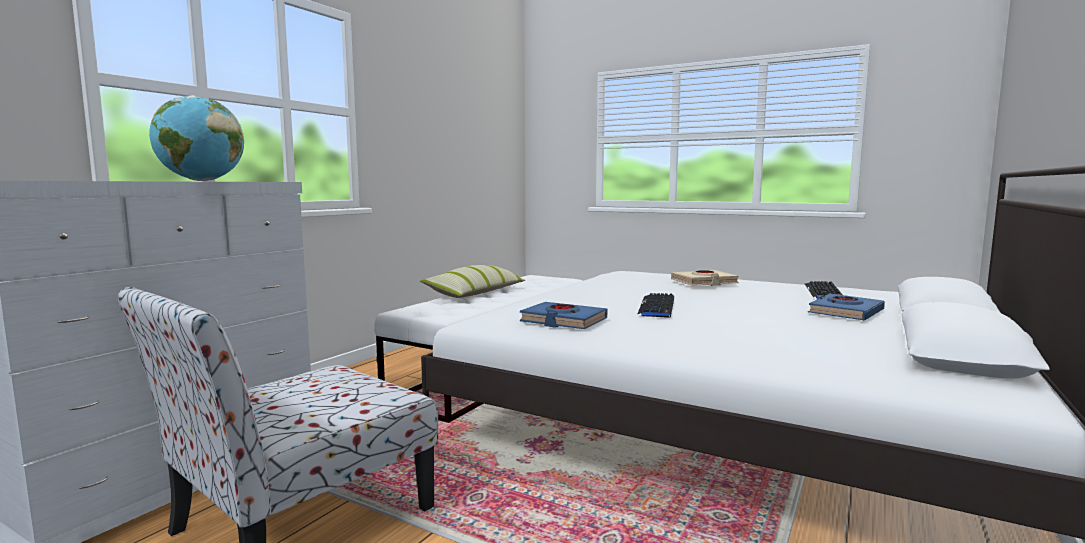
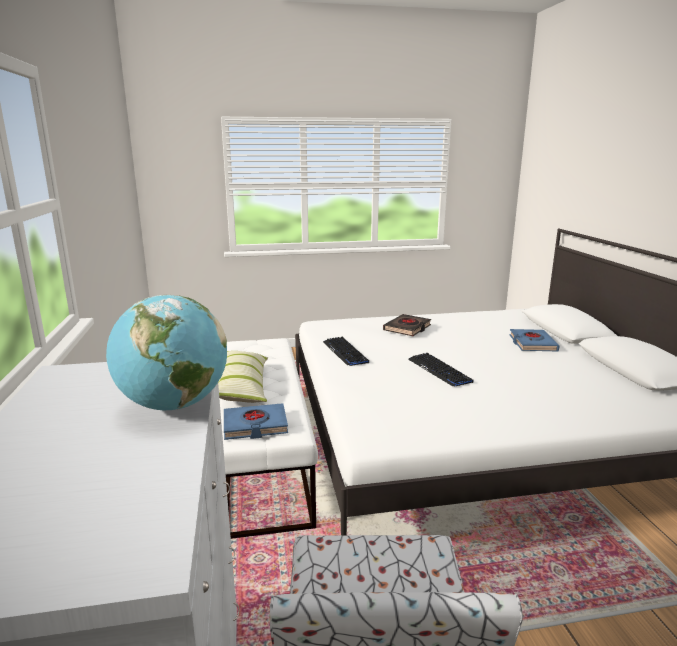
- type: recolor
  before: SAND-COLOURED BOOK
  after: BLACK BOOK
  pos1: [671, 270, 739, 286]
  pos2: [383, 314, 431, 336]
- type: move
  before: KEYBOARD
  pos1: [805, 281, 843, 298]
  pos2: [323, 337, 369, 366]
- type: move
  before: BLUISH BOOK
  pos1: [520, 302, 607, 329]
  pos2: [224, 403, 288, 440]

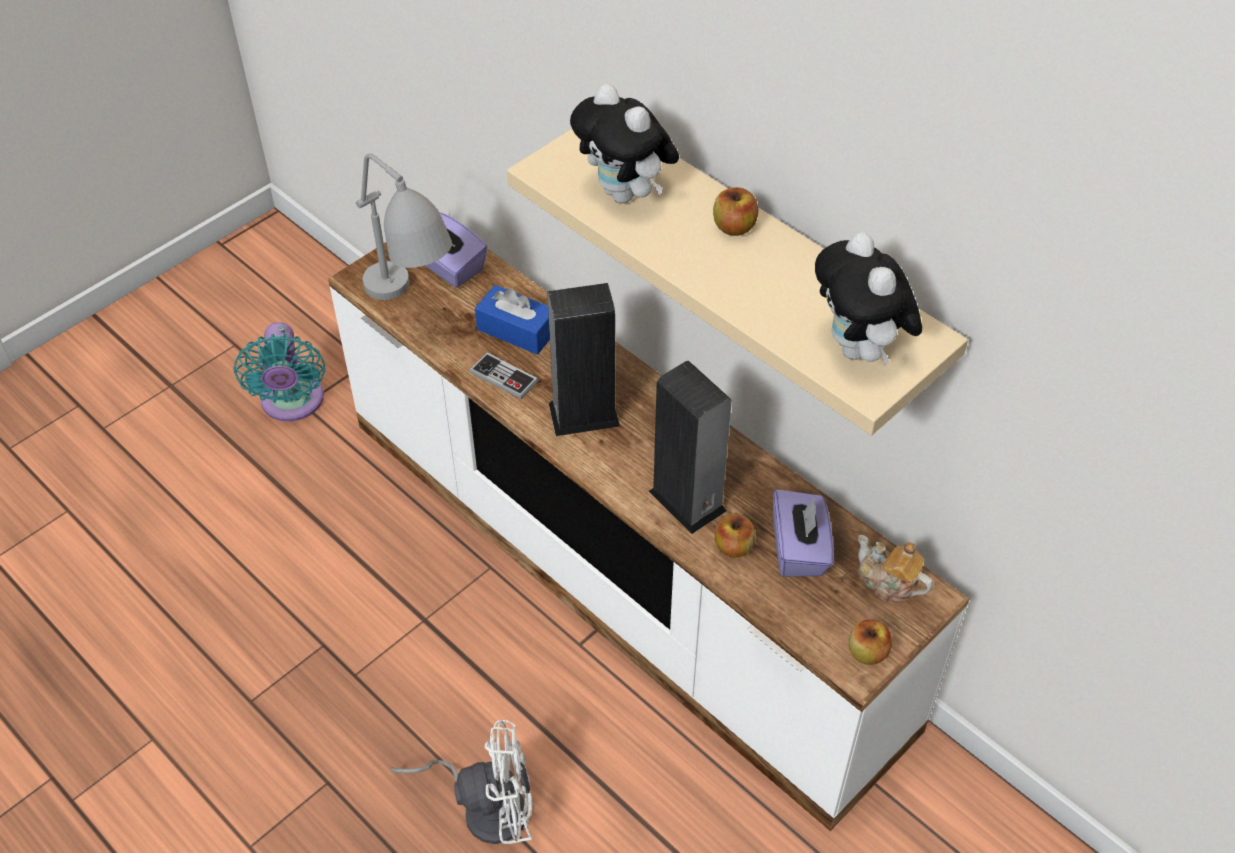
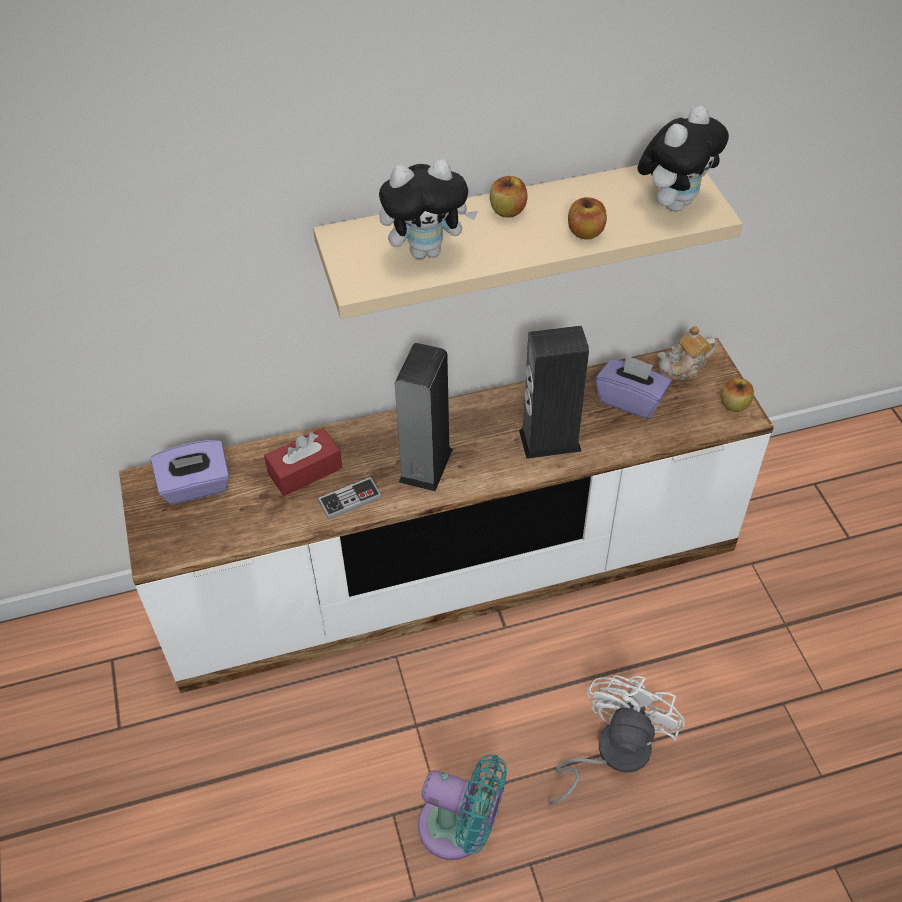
- type: delete
  before: GRAY TABLETOP LAMP
  pos1: [356, 154, 452, 300]
- type: rotate
  before: CUDDLY TOY
  pos1: [815, 233, 922, 366]
  pos2: [638, 106, 729, 211]
  turn: -60
- type: recolor
  before: BLUISH TISSUE BOX
  after: REDDISH TISSUE BOX
  pos1: [475, 285, 550, 355]
  pos2: [264, 428, 343, 496]
- type: move
  before: BLUE-GREEN FAN
  pos1: [234, 322, 325, 422]
  pos2: [418, 755, 507, 860]
- type: move
  before: WHOLE APPLE
  pos1: [715, 514, 755, 558]
  pos2: [568, 197, 607, 240]

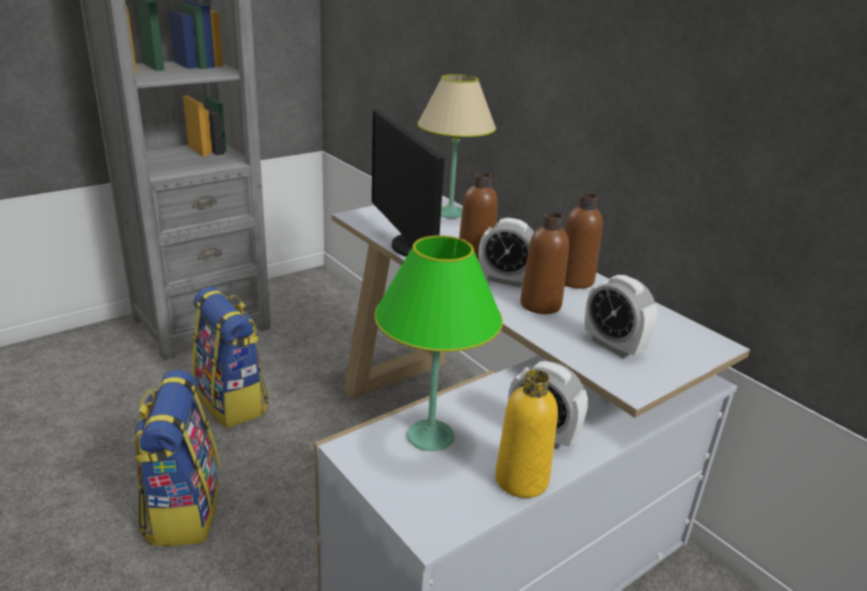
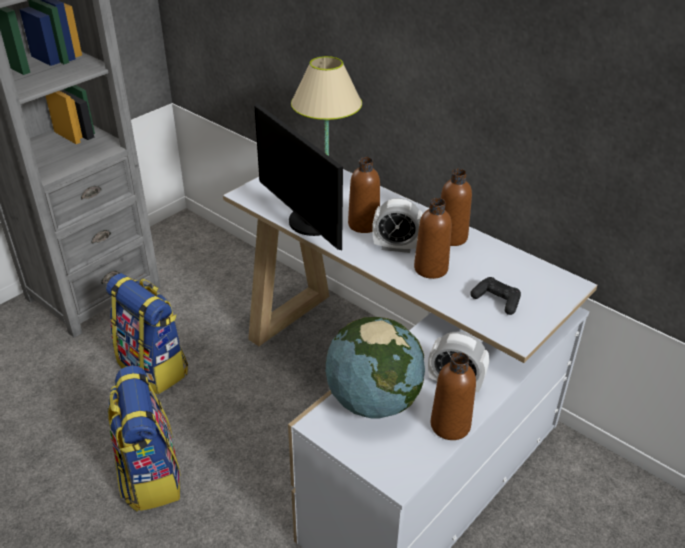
- type: replace
  before: GREEN-COLOURED TABLETOP LAMP
  after: DESK GLOBE
  pos1: [375, 235, 503, 451]
  pos2: [326, 317, 425, 419]
- type: replace
  before: BEDSIDE CLOCK
  after: BLACK GAME CONTROLLER
  pos1: [585, 275, 658, 358]
  pos2: [470, 277, 521, 315]
- type: recolor
  before: YELLOW DRINK BOTTLE
  after: BROWN DRINK BOTTLE
  pos1: [495, 370, 558, 498]
  pos2: [431, 352, 476, 440]

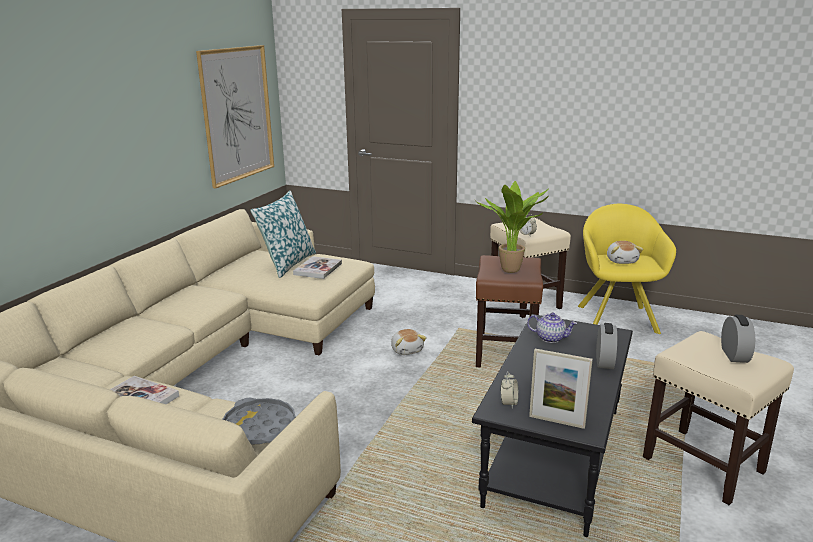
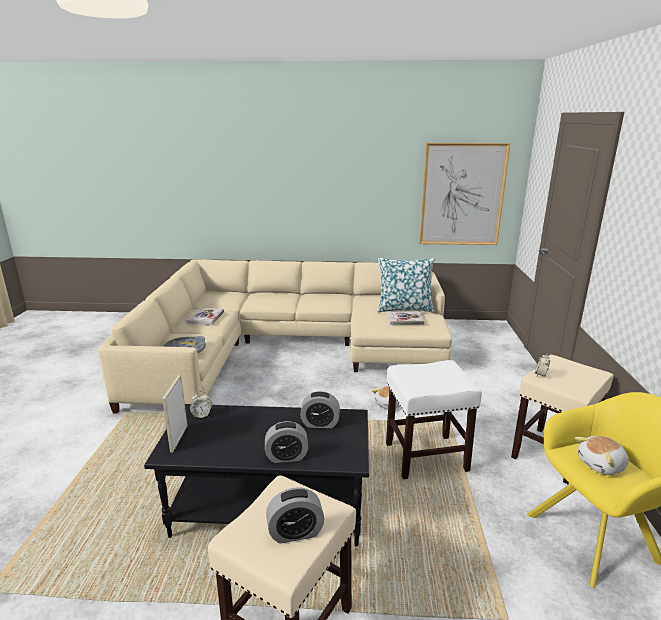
- type: delete
  before: PLANT IN A POT
  pos1: [476, 181, 549, 273]
- type: recolor
  before: BROWN SITTING STOOL
  after: WHITISH SITTING STOOL
  pos1: [476, 255, 543, 368]
  pos2: [386, 360, 482, 479]
- type: replace
  before: POT FOR TEA
  after: BEDSIDE CLOCK
  pos1: [527, 312, 577, 343]
  pos2: [300, 391, 340, 428]

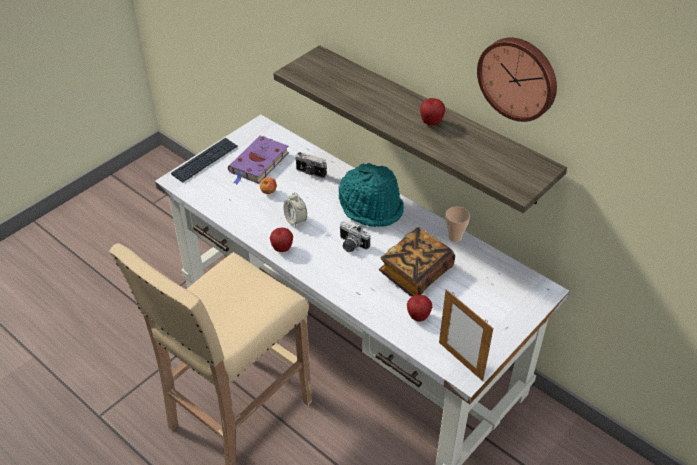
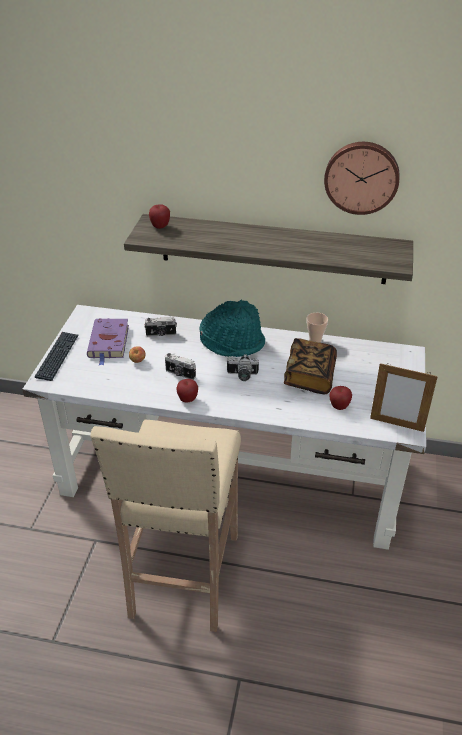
- type: move
  before: WHOLE APPLE
  pos1: [420, 98, 445, 126]
  pos2: [149, 204, 170, 229]
- type: replace
  before: BEDSIDE CLOCK
  after: PHOTO CAMERA
  pos1: [283, 192, 307, 227]
  pos2: [165, 353, 196, 380]

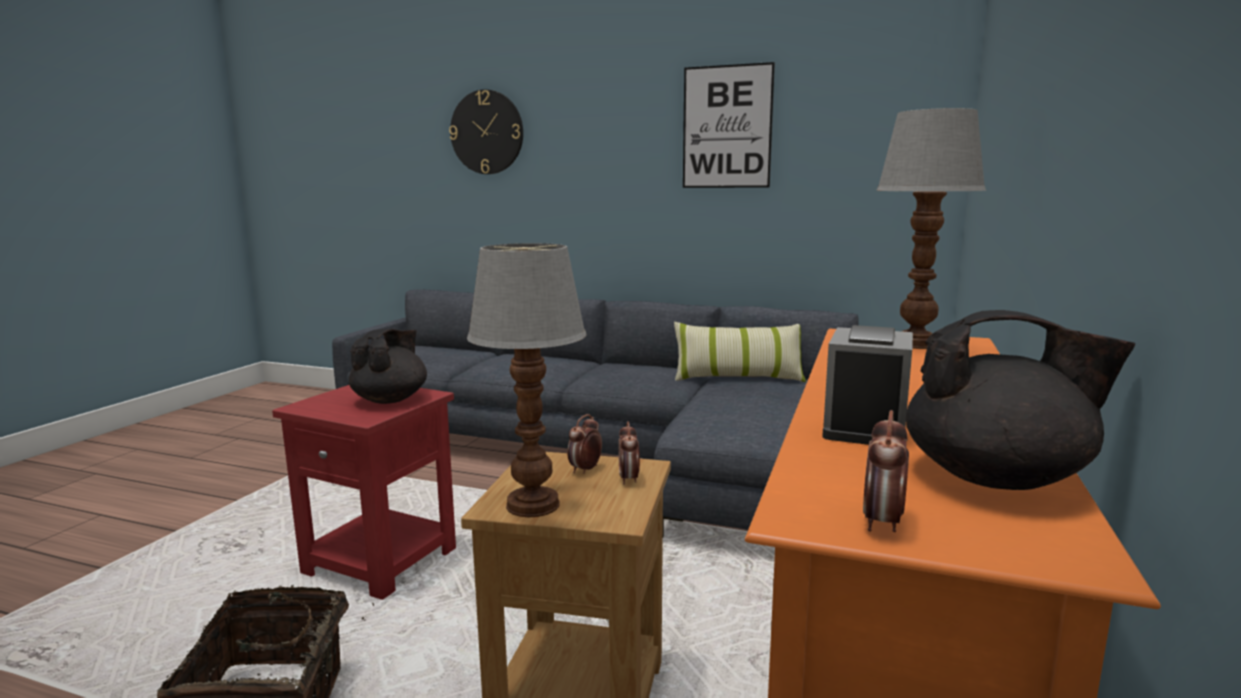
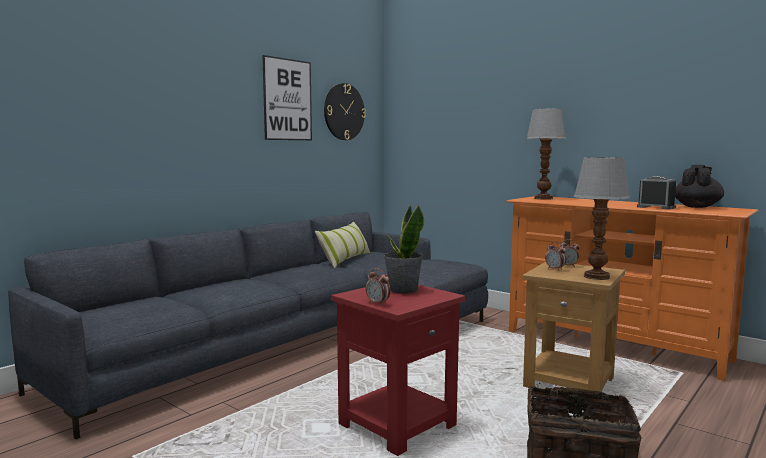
- type: move
  before: WALL CLOCK
  pos1: [449, 89, 523, 174]
  pos2: [324, 83, 366, 140]
- type: replace
  before: BLACK POT FOR TEA
  after: PLANT IN A POT
  pos1: [349, 329, 427, 404]
  pos2: [384, 204, 424, 294]
- type: move
  before: BEDSIDE CLOCK
  pos1: [863, 410, 909, 532]
  pos2: [366, 268, 391, 306]

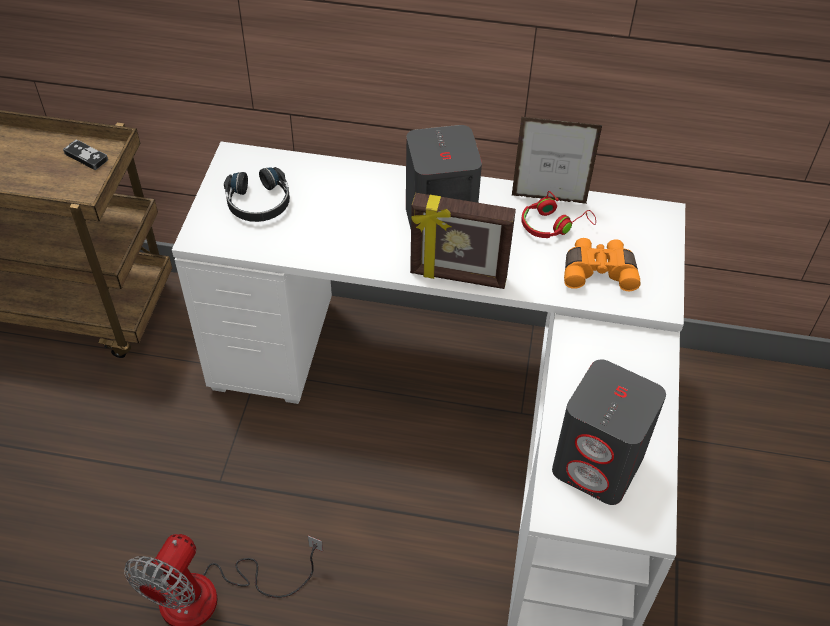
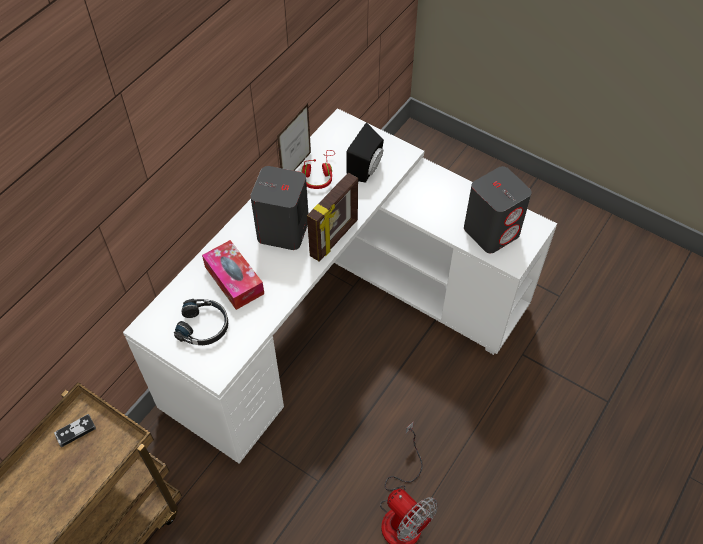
- type: replace
  before: ORANGE-COLOURED PAIR OF BINOCULARS
  after: BLACK LOUDSPEAKER
  pos1: [564, 238, 640, 291]
  pos2: [346, 122, 384, 183]
- type: insert
  after: TISSUE BOX
  pos2: [202, 240, 264, 310]

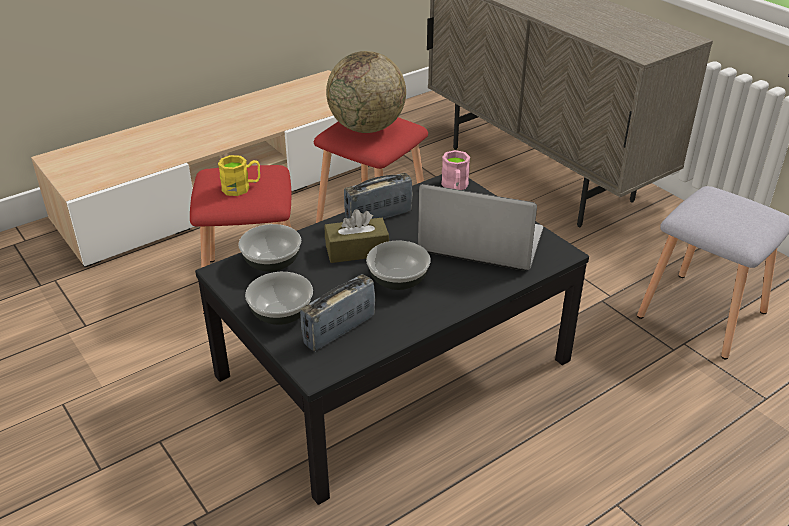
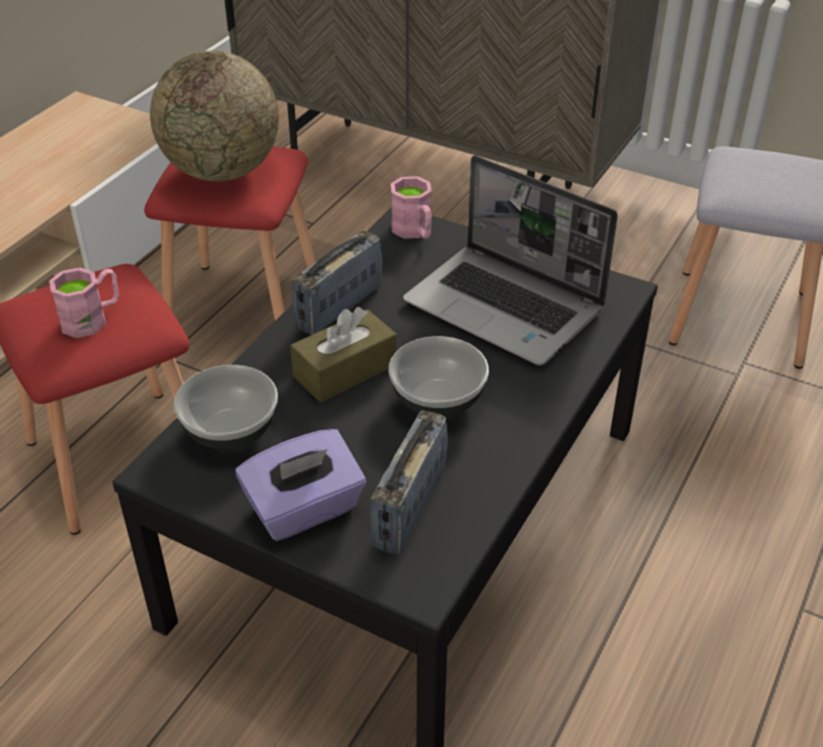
- type: recolor
  before: YELLOW COFFEE MUG
  after: PINK-COLOURED COFFEE MUG
  pos1: [218, 155, 260, 196]
  pos2: [49, 268, 119, 338]
- type: rotate
  before: LAPTOP
  pos1: [418, 184, 543, 270]
  pos2: [403, 155, 618, 366]
  turn: -135
- type: replace
  before: BOWL
  after: PURPLISH TISSUE BOX
  pos1: [245, 272, 313, 325]
  pos2: [235, 429, 366, 541]

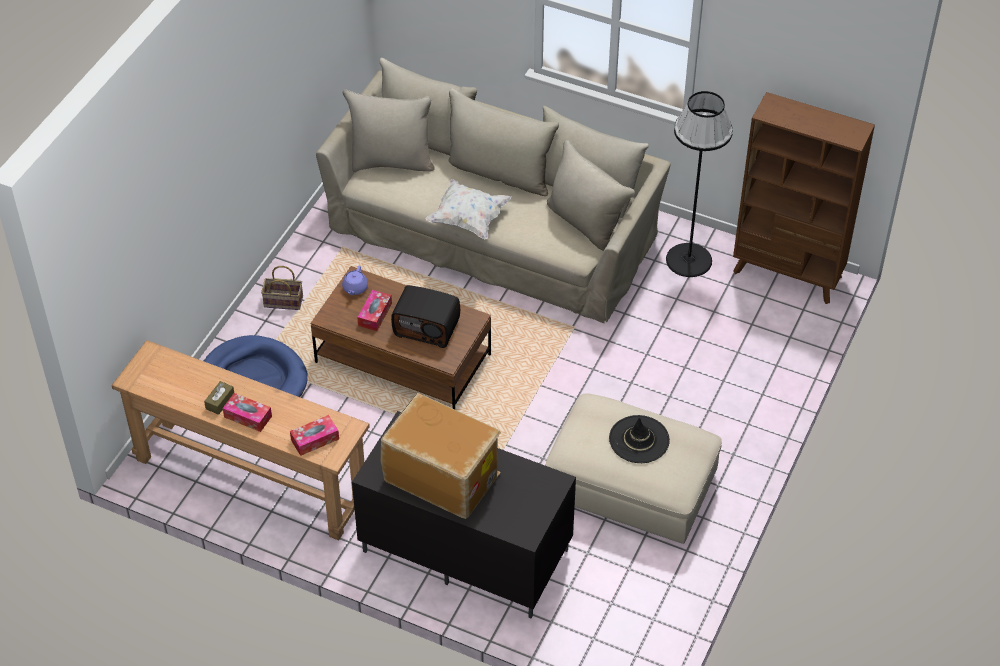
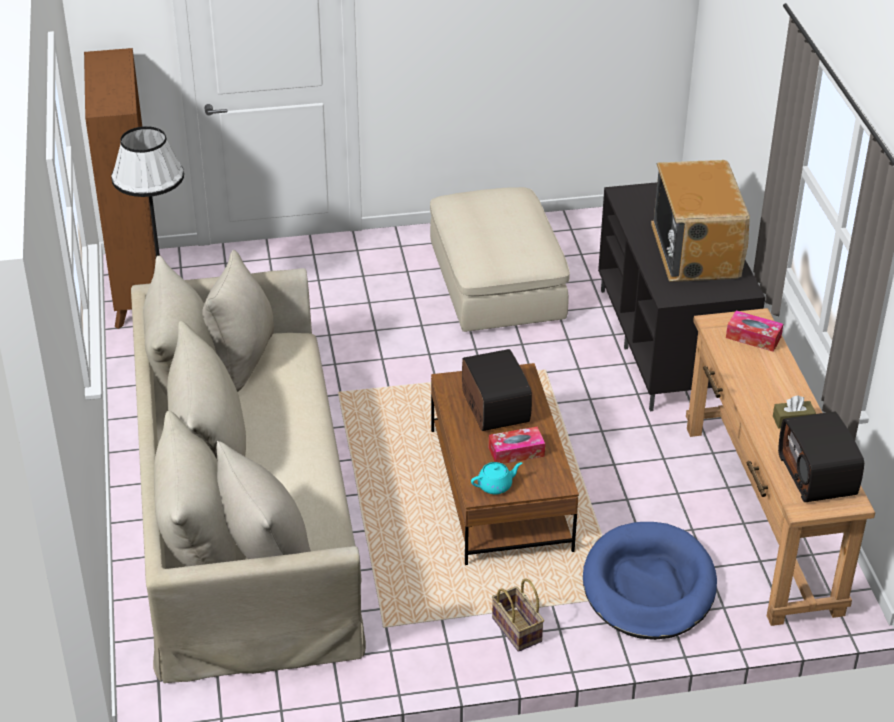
- type: delete
  before: WHITISH CUSHION
  pos1: [426, 179, 512, 240]
- type: recolor
  before: PURPLISH POT FOR TEA
  after: BLUE-GREEN POT FOR TEA
  pos1: [342, 266, 368, 295]
  pos2: [471, 462, 522, 494]
- type: delete
  before: TISSUE BOX
  pos1: [223, 393, 272, 432]
- type: delete
  before: BLACK HAT
  pos1: [609, 415, 670, 463]
- type: insert
  after: RADIO SET
  pos2: [778, 411, 864, 502]

